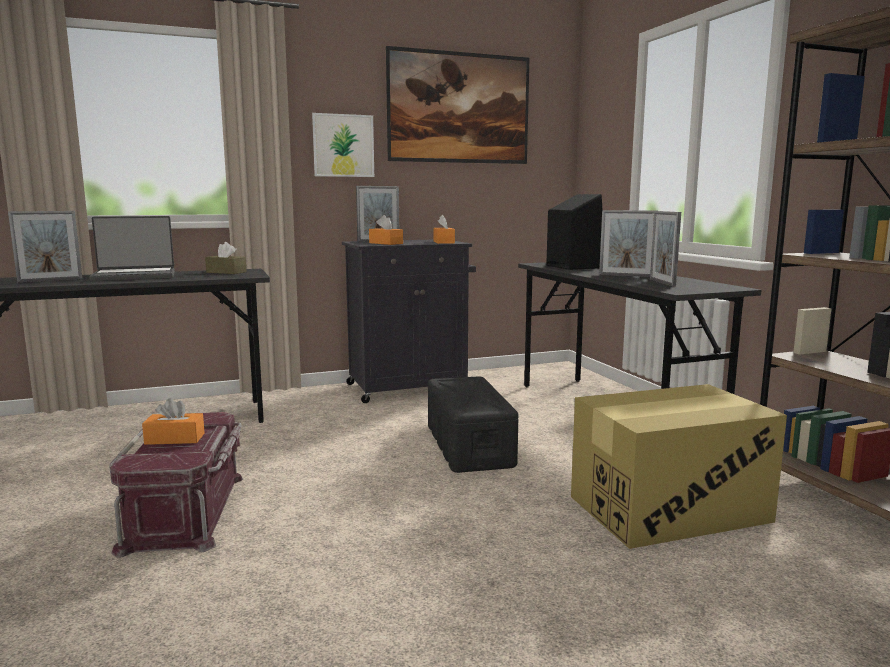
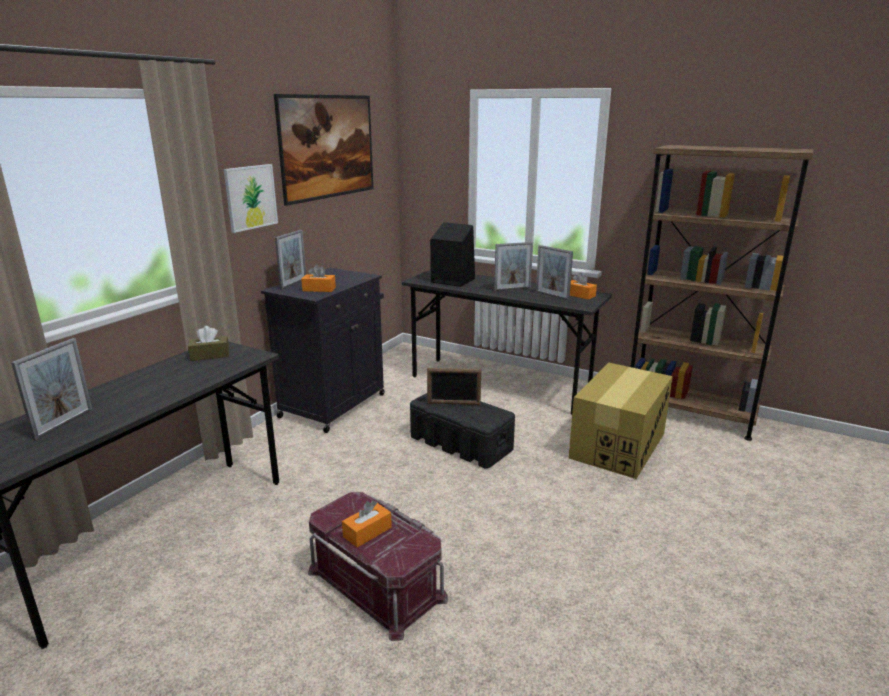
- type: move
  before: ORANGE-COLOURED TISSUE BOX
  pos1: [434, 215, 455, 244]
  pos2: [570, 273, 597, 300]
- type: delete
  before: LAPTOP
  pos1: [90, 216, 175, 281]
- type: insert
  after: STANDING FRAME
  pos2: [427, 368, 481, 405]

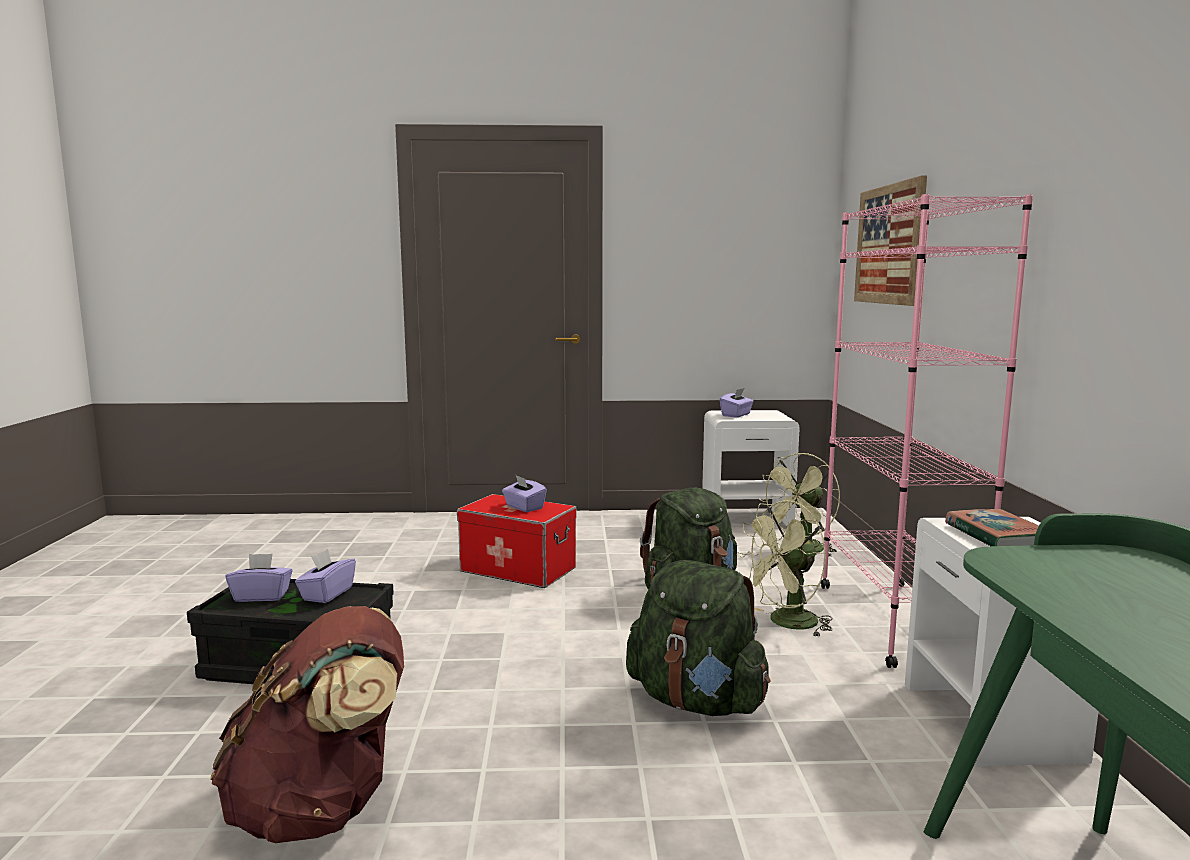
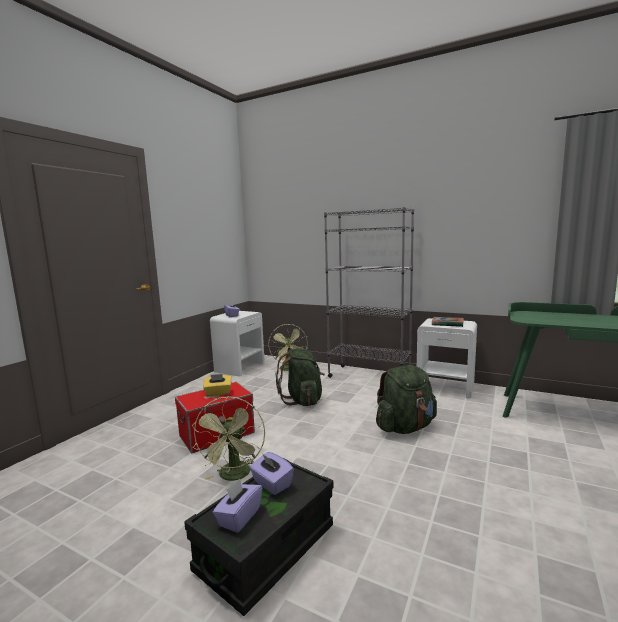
- type: delete
  before: WALL ART
  pos1: [854, 175, 927, 306]
- type: recolor
  before: PINK-COLOURED BOOKCASE
  after: GRAY BOOKCASE
  pos1: [821, 194, 1033, 668]
  pos2: [324, 207, 414, 378]
- type: recolor
  before: PURPLISH TISSUE BOX
  after: YELLOW TISSUE BOX
  pos1: [502, 475, 547, 512]
  pos2: [203, 374, 231, 396]
- type: move
  before: GREEN-COLOURED FAN
  pos1: [737, 500, 832, 638]
  pos2: [192, 396, 265, 481]
- type: delete
  before: BROWN RUCKSACK
  pos1: [210, 606, 404, 843]

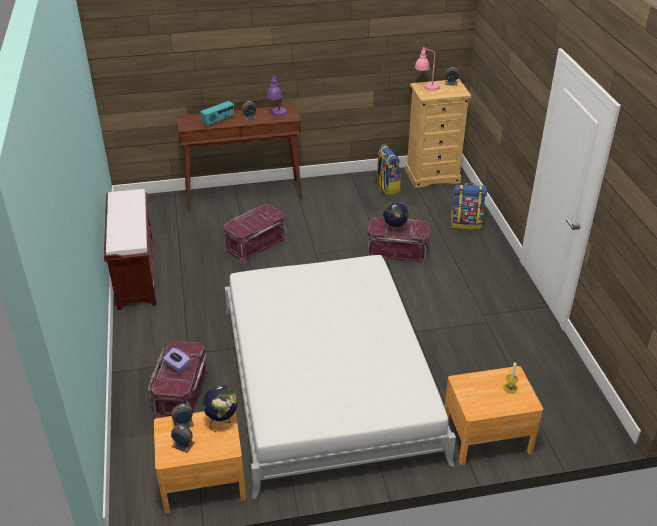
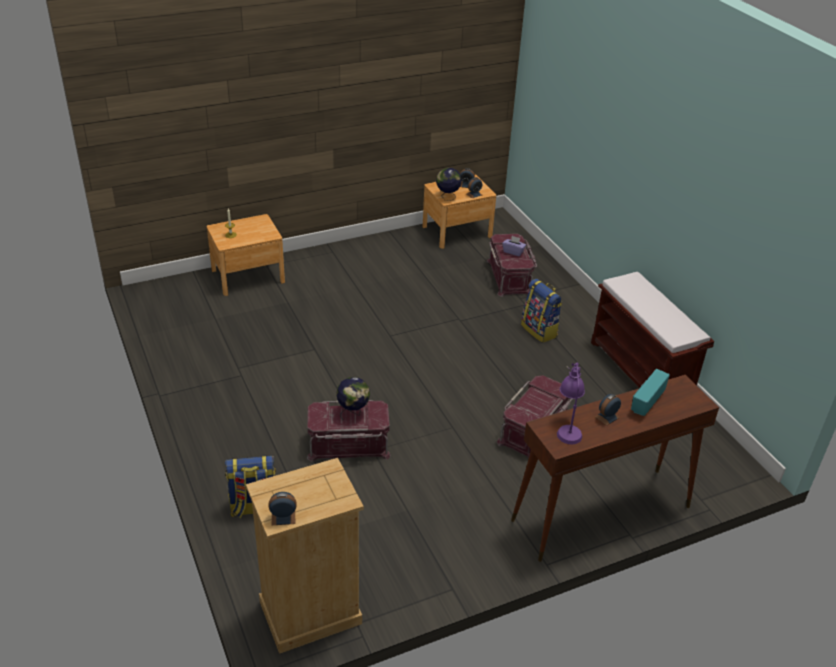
- type: delete
  before: PINK-COLOURED TABLETOP LAMP
  pos1: [415, 47, 440, 91]
- type: move
  before: RUCKSACK
  pos1: [374, 144, 401, 195]
  pos2: [521, 279, 562, 343]
- type: delete
  before: WHITISH BED
  pos1: [225, 255, 456, 499]

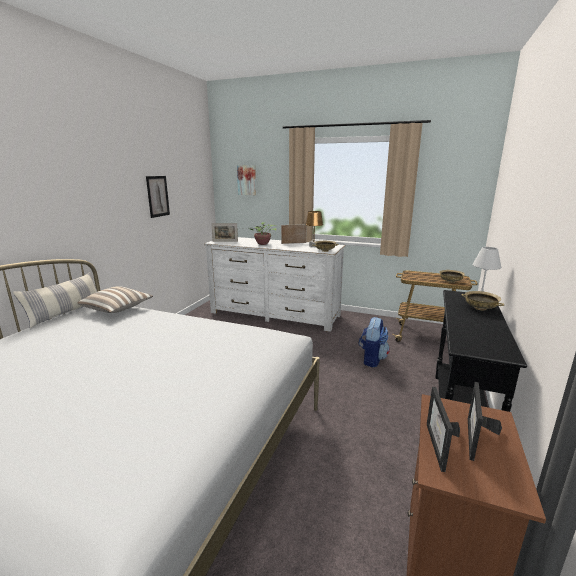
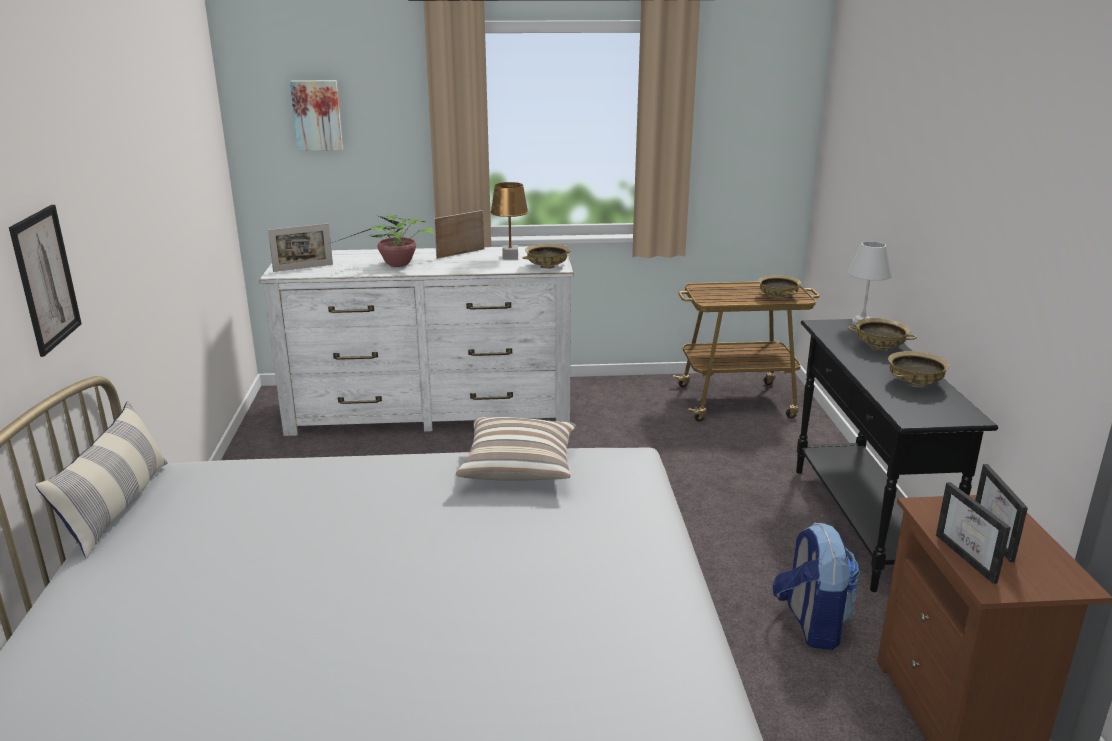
- type: move
  before: WALL ART
  pos1: [146, 176, 170, 218]
  pos2: [9, 205, 82, 357]
- type: move
  before: CUSHION
  pos1: [77, 286, 153, 313]
  pos2: [456, 417, 576, 481]
- type: move
  before: RUCKSACK
  pos1: [358, 317, 390, 367]
  pos2: [773, 523, 860, 650]
- type: insert
  after: SAND-COLOURED BOWL
  pos2: [888, 351, 950, 387]

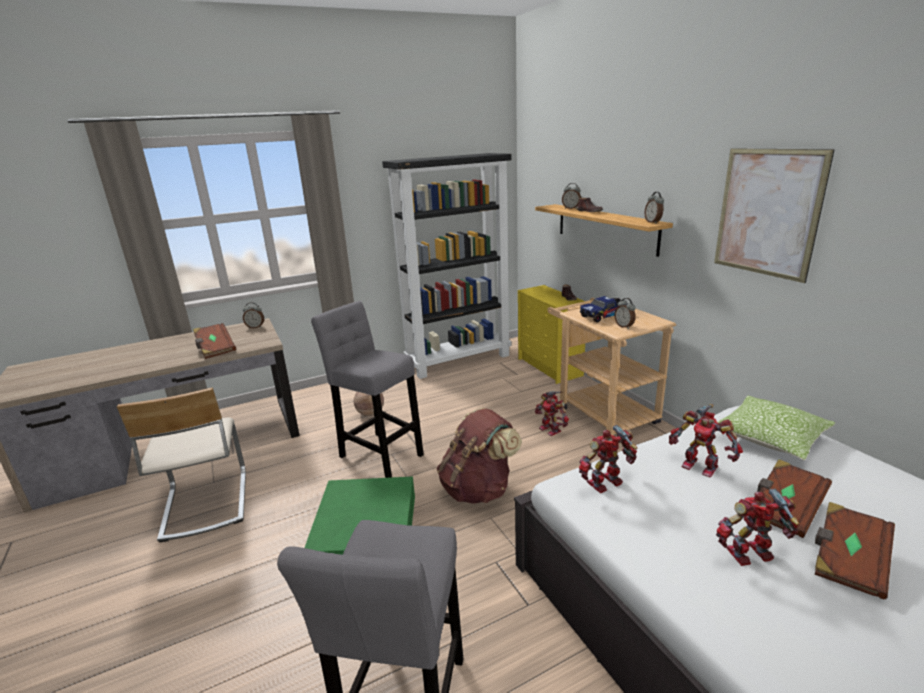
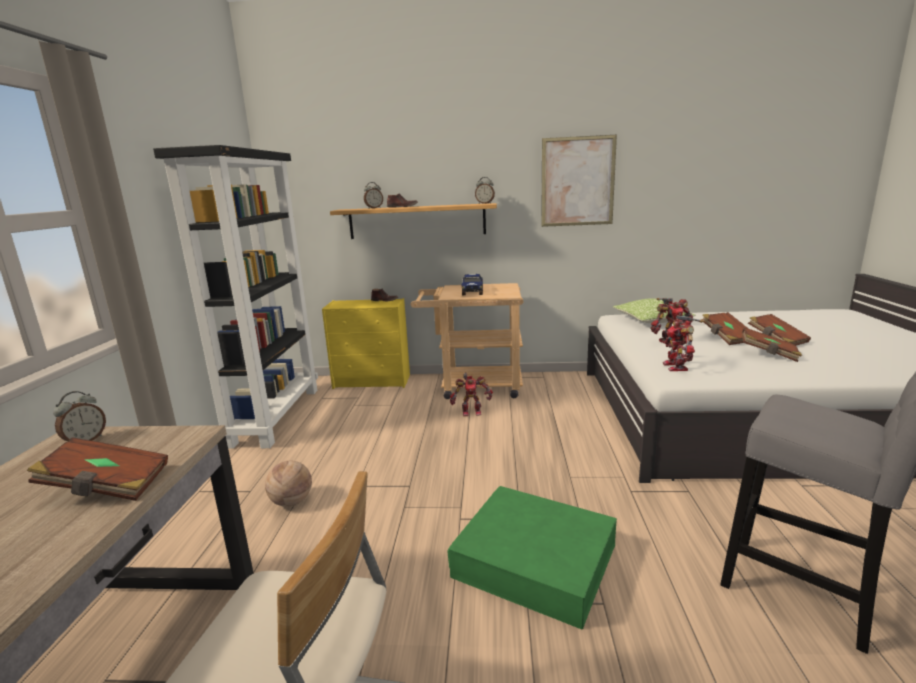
- type: delete
  before: BEDSIDE CLOCK
  pos1: [614, 298, 636, 329]
- type: delete
  before: GRAY SITTING STOOL
  pos1: [311, 301, 424, 478]
- type: delete
  before: BROWN RUCKSACK
  pos1: [437, 408, 522, 504]
- type: replace
  before: MODEL ROBOT
  after: BROWN BOOK
  pos1: [716, 488, 800, 566]
  pos2: [741, 327, 802, 362]

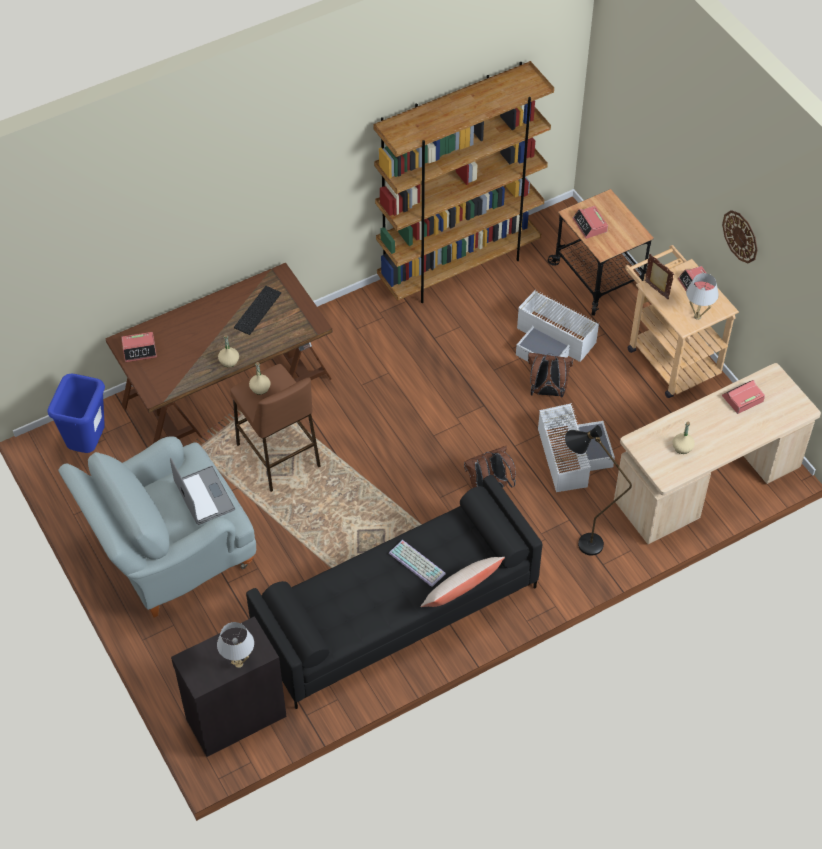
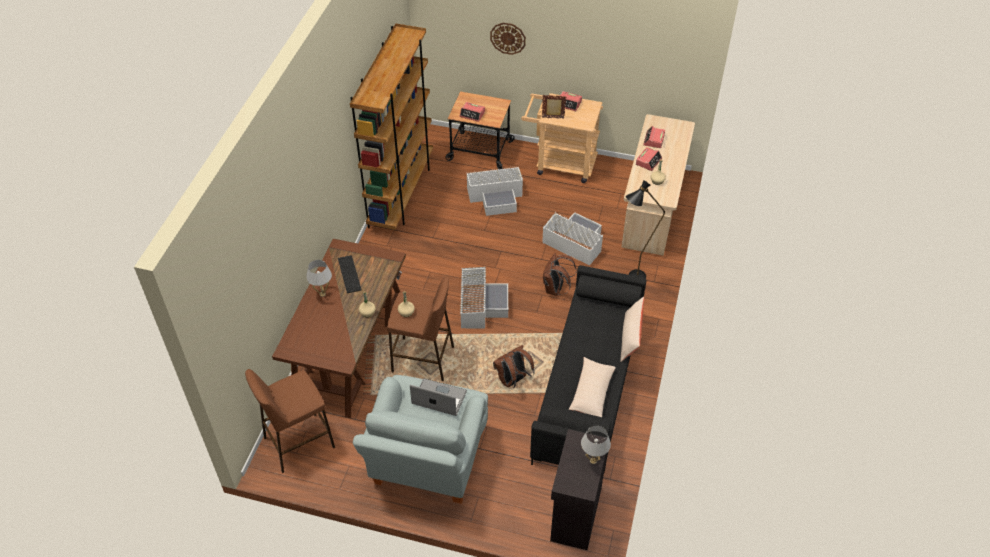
- type: move
  before: WALL CLOCK
  pos1: [722, 210, 758, 264]
  pos2: [490, 23, 526, 55]
- type: move
  before: WHITISH TABLETOP LAMP
  pos1: [686, 273, 719, 320]
  pos2: [306, 260, 332, 297]
- type: move
  before: BEDSIDE CLOCK
  pos1: [121, 332, 157, 362]
  pos2: [636, 147, 662, 171]
- type: move
  before: BROWN RUCKSACK
  pos1: [528, 353, 573, 397]
  pos2: [493, 345, 535, 389]
- type: replace
  before: BLUISH TRASH CAN
  after: BROWN SITTING STOOL
  pos1: [47, 373, 105, 453]
  pos2: [245, 369, 335, 473]
- type: delete
  before: KEYBOARD
  pos1: [389, 540, 446, 587]
- type: insert
  after: WHITISH STORAGE CONTAINER
  pos2: [460, 267, 508, 328]
- type: insert
  after: SAND-COLOURED CUSHION
  pos2: [569, 357, 616, 417]

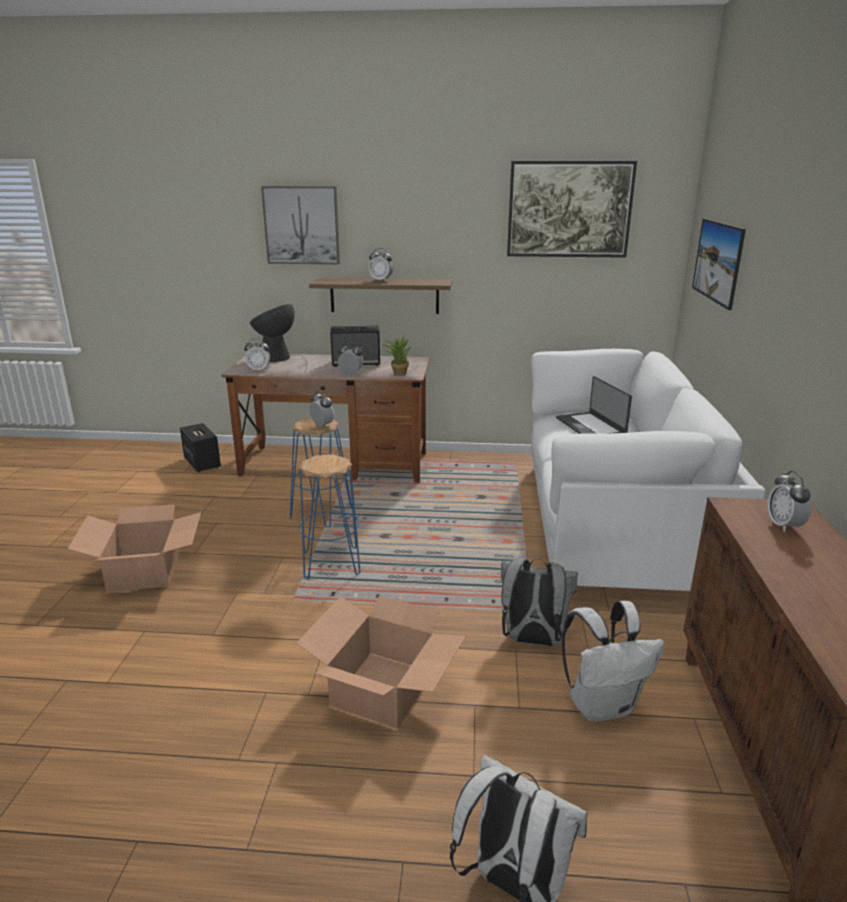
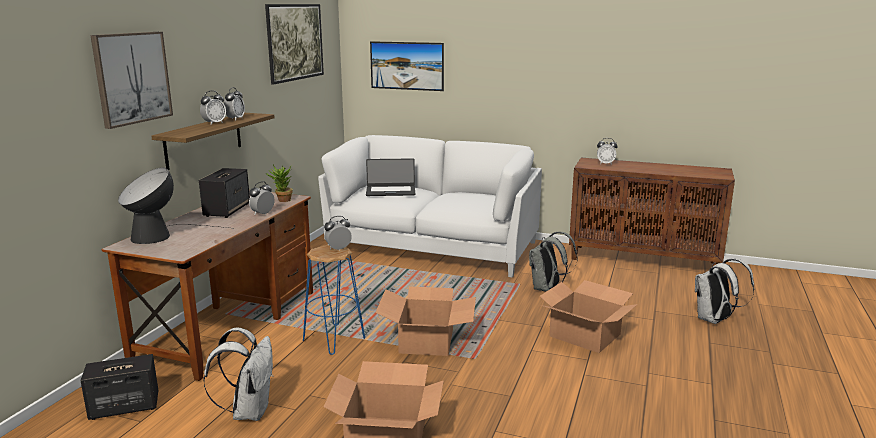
- type: move
  before: BEDSIDE CLOCK
  pos1: [244, 338, 270, 371]
  pos2: [224, 87, 245, 120]
- type: replace
  before: BLUISH SITTING STOOL
  after: PACKING BOX
  pos1: [298, 454, 360, 580]
  pos2: [375, 286, 476, 356]
- type: move
  before: WHITISH RUCKSACK
  pos1: [562, 601, 665, 722]
  pos2: [203, 327, 273, 421]

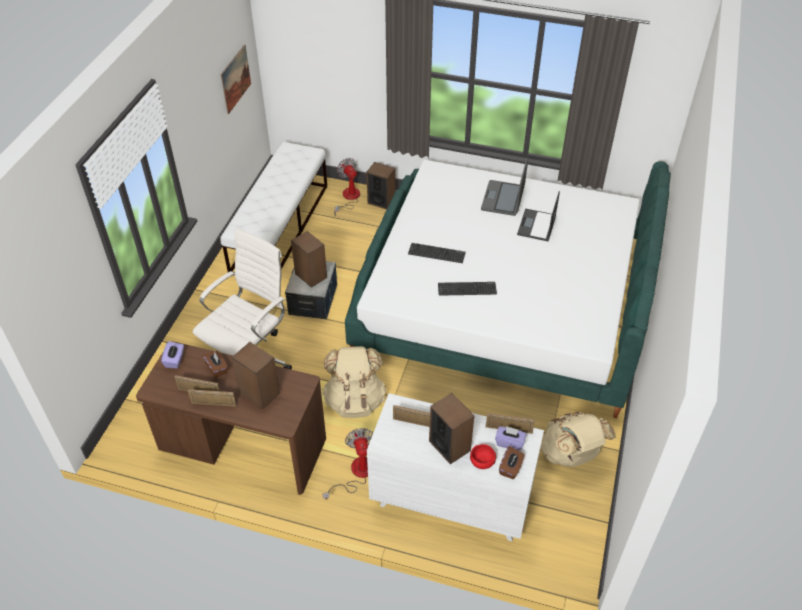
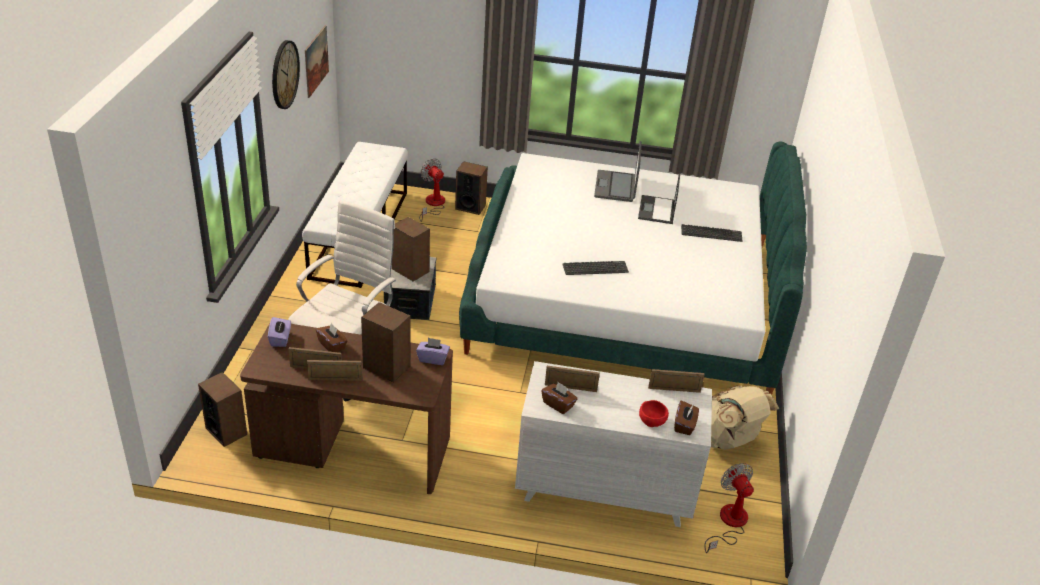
- type: move
  before: KEYBOARD
  pos1: [408, 243, 466, 263]
  pos2: [681, 224, 742, 242]
- type: delete
  before: SAND-COLOURED RUCKSACK
  pos1: [322, 346, 387, 418]
- type: move
  before: LOUDSPEAKER
  pos1: [429, 393, 474, 464]
  pos2: [198, 372, 247, 447]
- type: move
  before: PURPLISH TISSUE BOX
  pos1: [495, 426, 526, 451]
  pos2: [416, 338, 450, 365]
- type: move
  before: FAN
  pos1: [323, 428, 373, 499]
  pos2: [704, 463, 754, 553]
- type: insert
  after: WALL CLOCK
  pos2: [272, 40, 300, 109]
- type: insert
  after: BROWN TISSUE BOX
  pos2: [541, 382, 578, 414]

